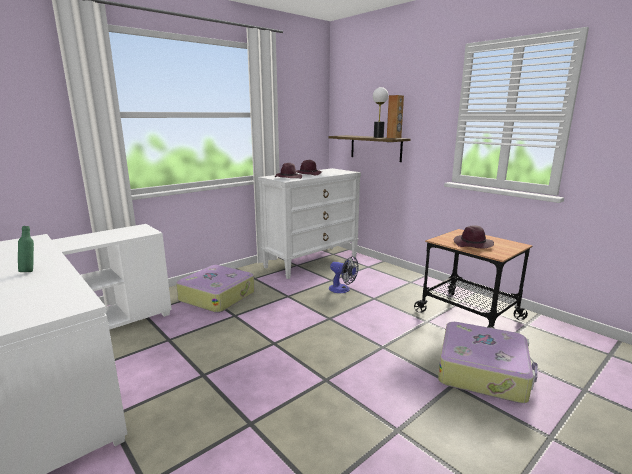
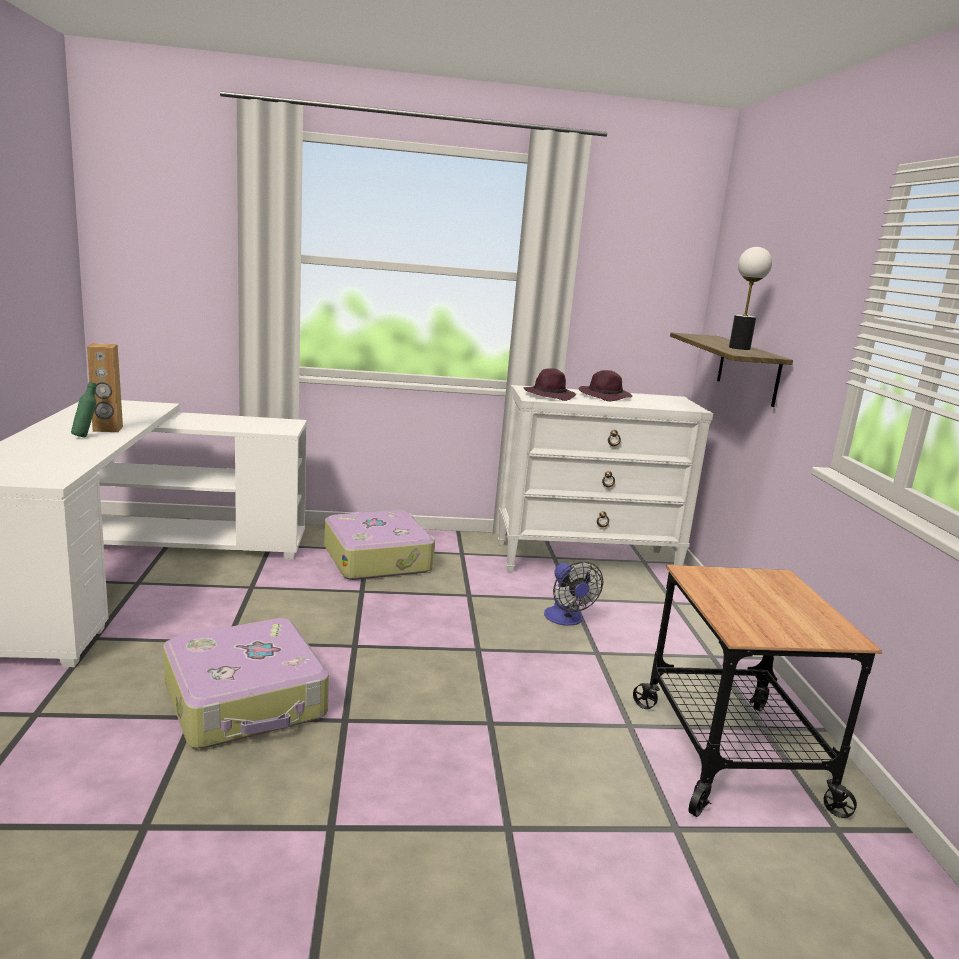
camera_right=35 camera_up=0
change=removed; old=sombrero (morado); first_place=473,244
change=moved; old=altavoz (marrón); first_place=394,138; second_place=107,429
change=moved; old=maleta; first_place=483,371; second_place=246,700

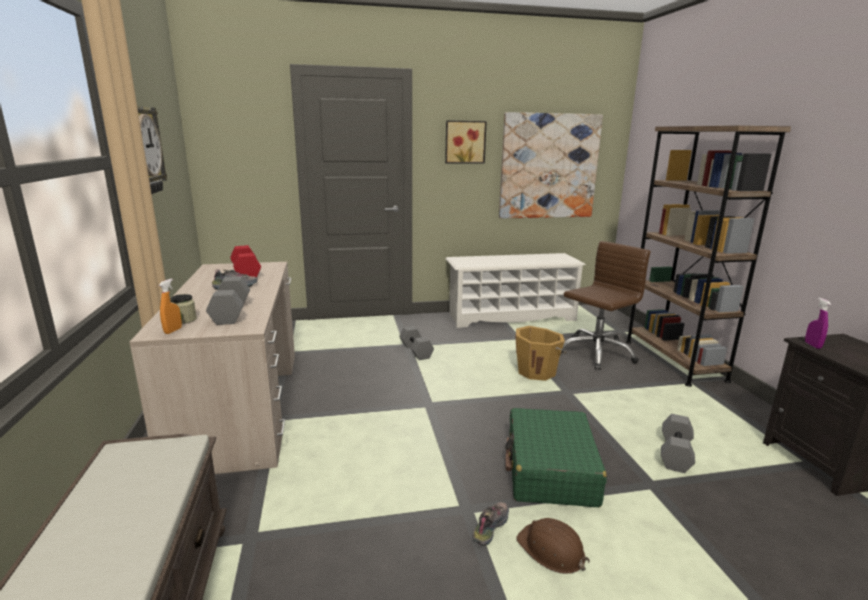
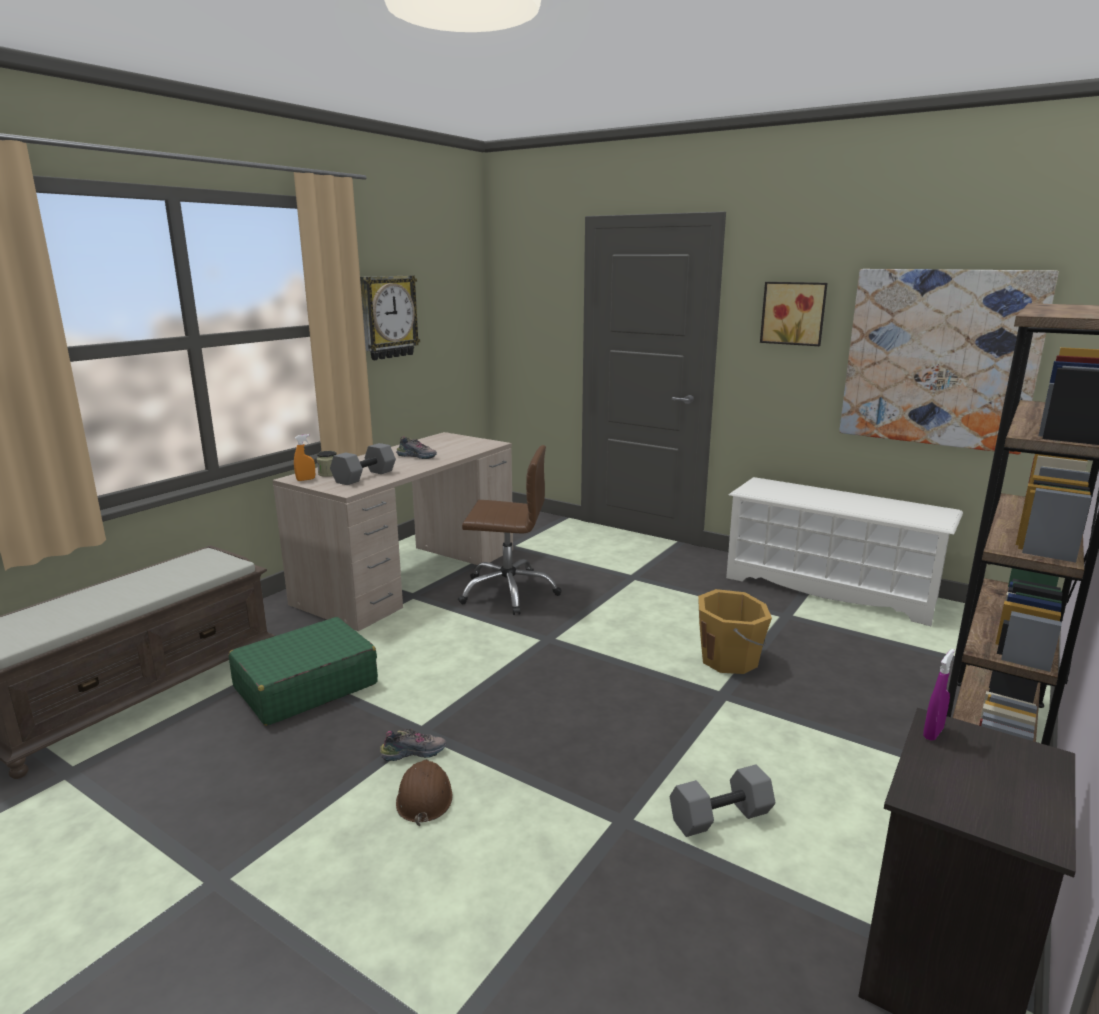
camera_right=45 camera_up=0
change=removed; old=mancuerna (rojo); first_place=245,272
change=removed; old=mancuerna (gris); first_place=417,351
change=moved; old=maleta (verde); first_place=550,470; second_place=305,686
change=moved; old=silla de oficina (marrón); first_place=596,353; second_place=508,592

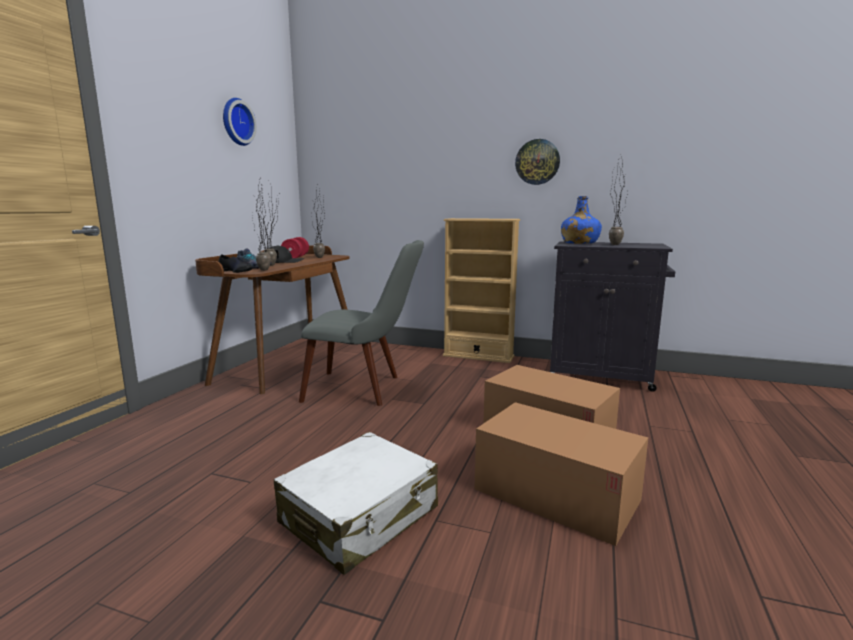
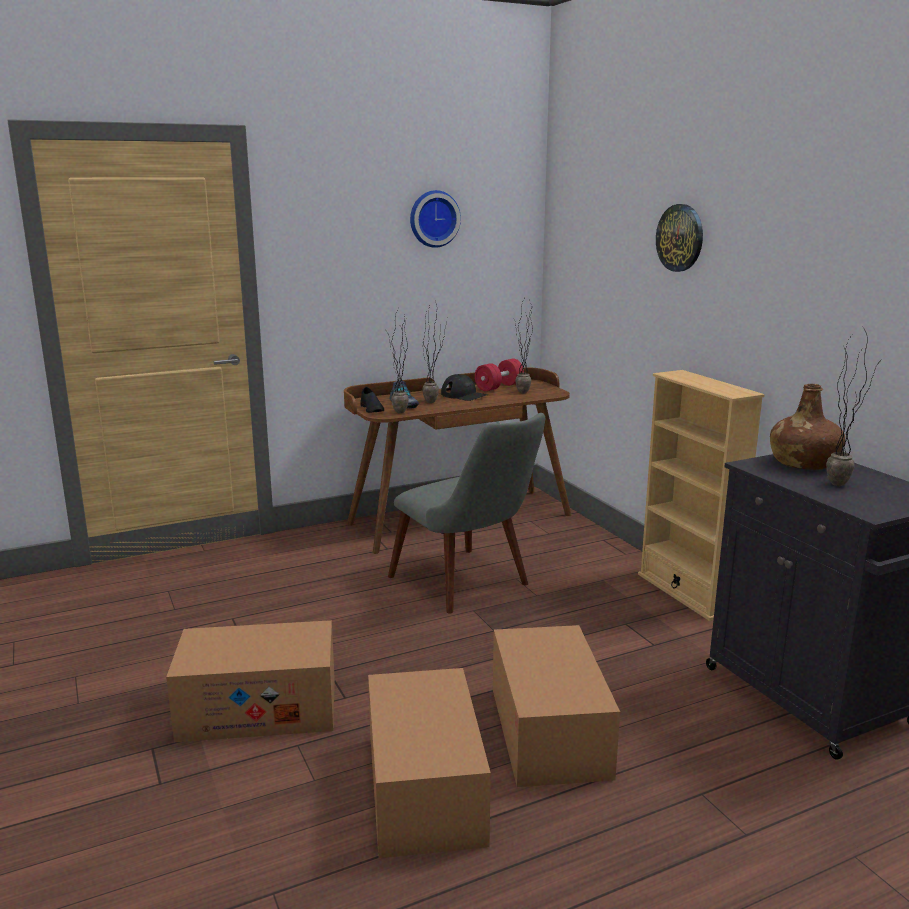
camera_right=45 camera_up=5
change=moved; old=reloj de pared; first_place=537,162; second_place=680,238
change=replaced; old=maleta (blanco); new=caja de cartón; first_place=360,516; second_place=258,709
change=recoloured; old=botella (azul); new=botella (marrón); first_place=579,243; second_place=803,463

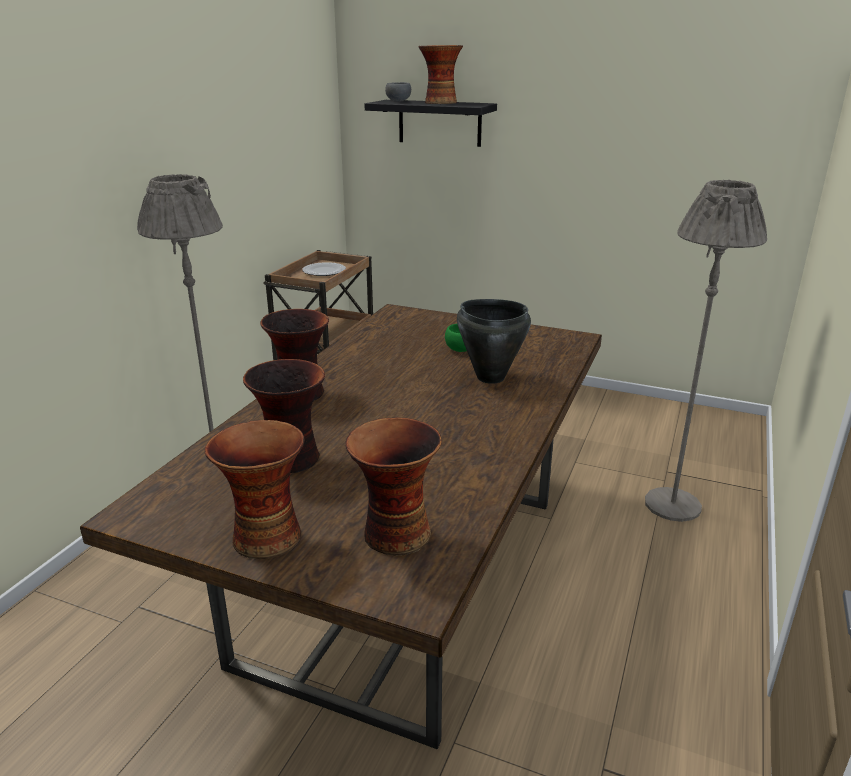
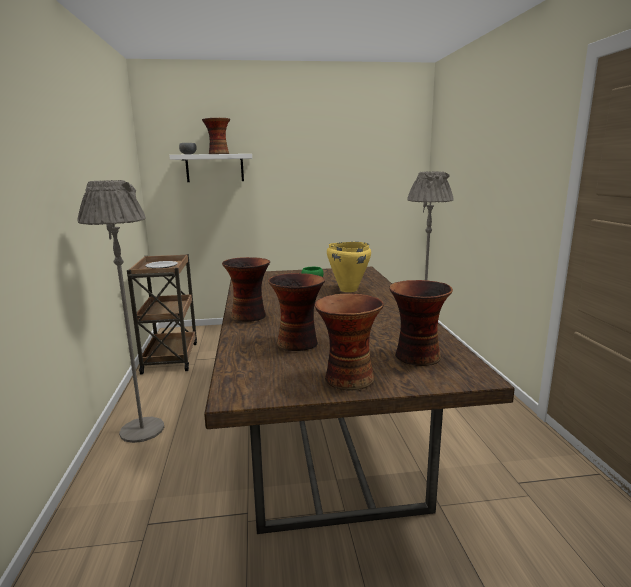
camera_right=-30 camera_up=-10
change=recoloured; old=estante (negro); new=estante (blanco); first_place=439,123; second_place=214,168
change=recoloured; old=olla (negro); new=olla (amarillo); first_place=490,377; second_place=348,290

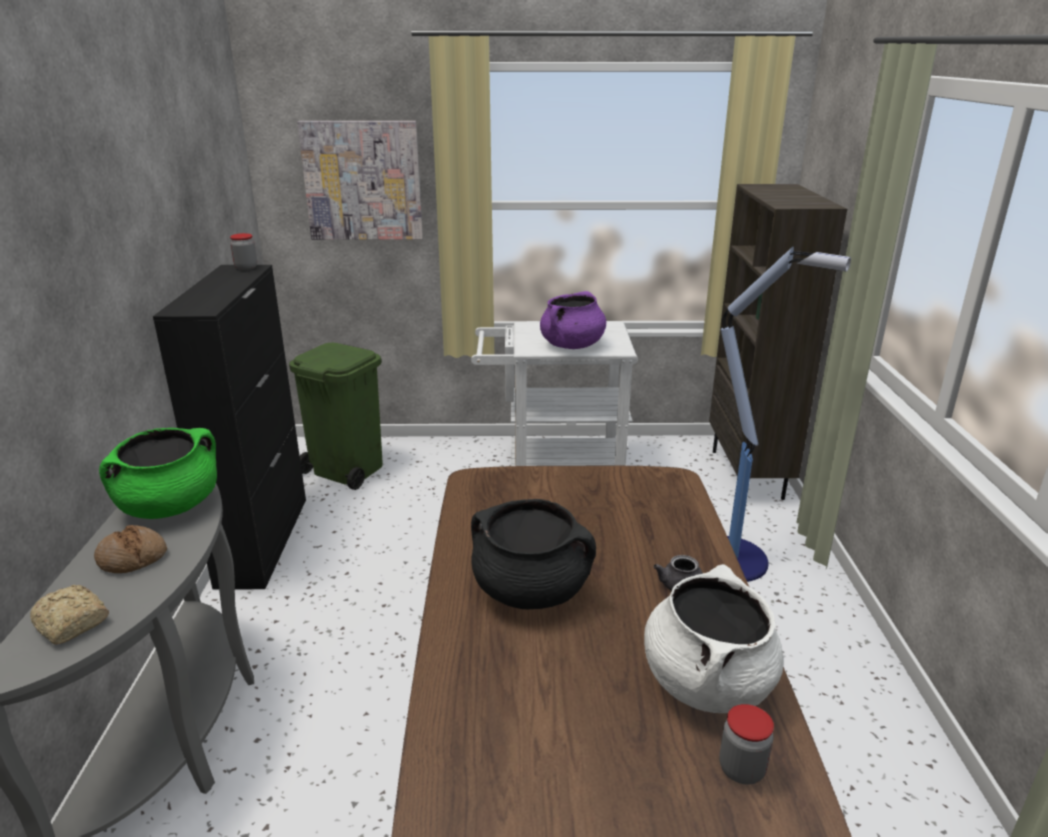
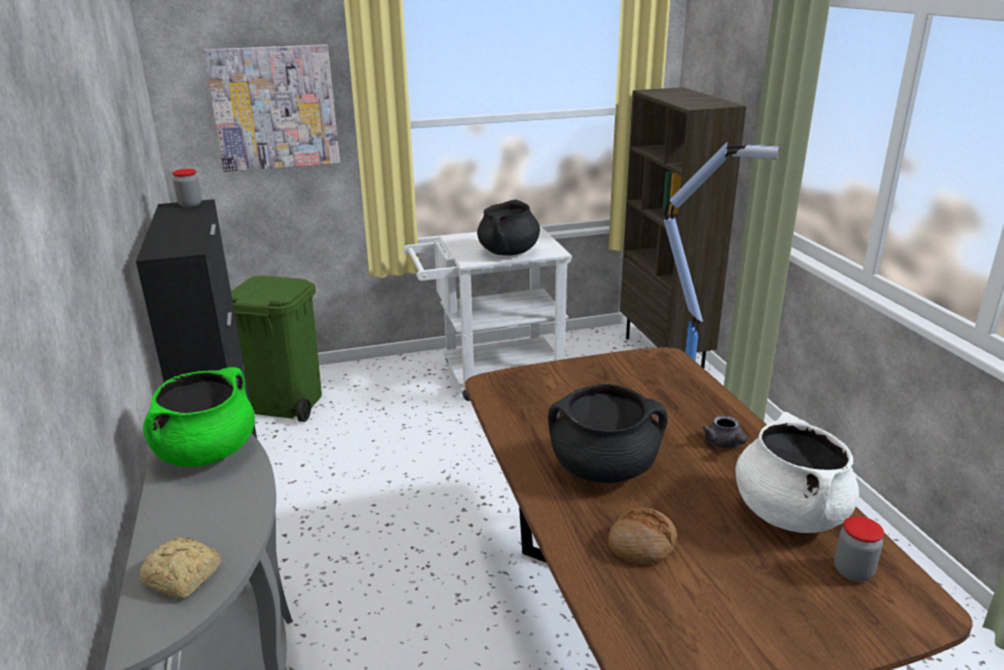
camera_right=-15 camera_up=0
change=moved; old=pan; first_place=132,558; second_place=642,544
change=recoloured; old=olla (morado); new=olla (negro); first_place=572,345; second_place=508,252

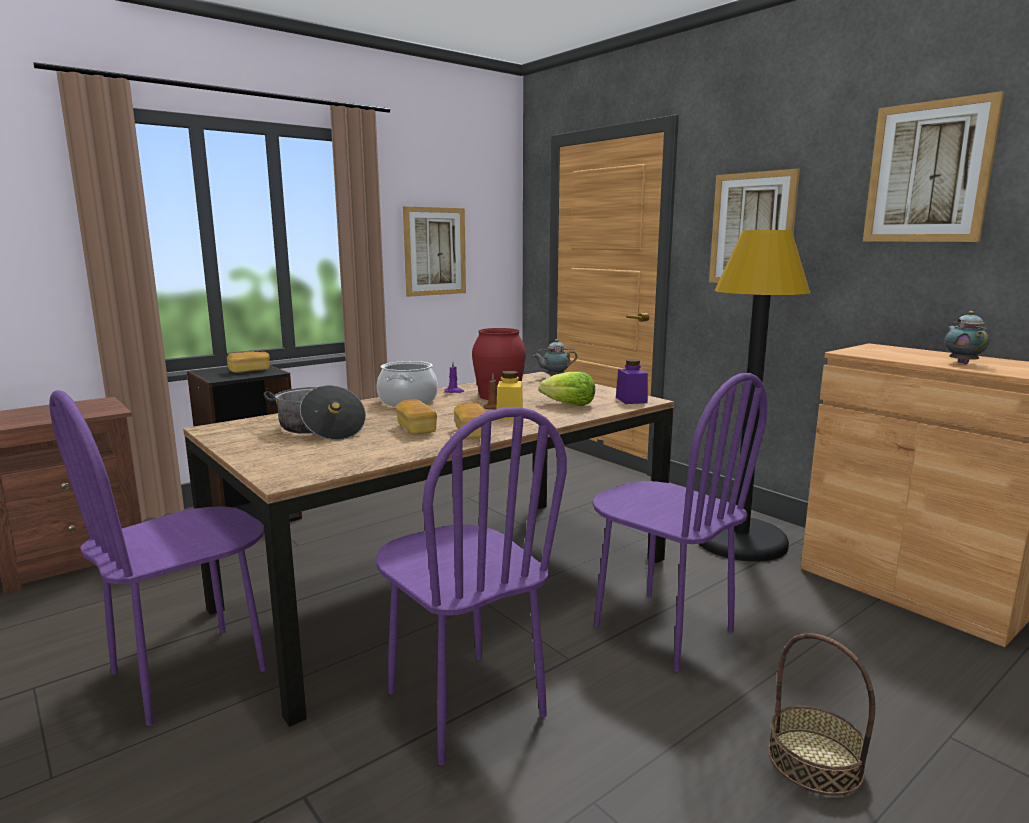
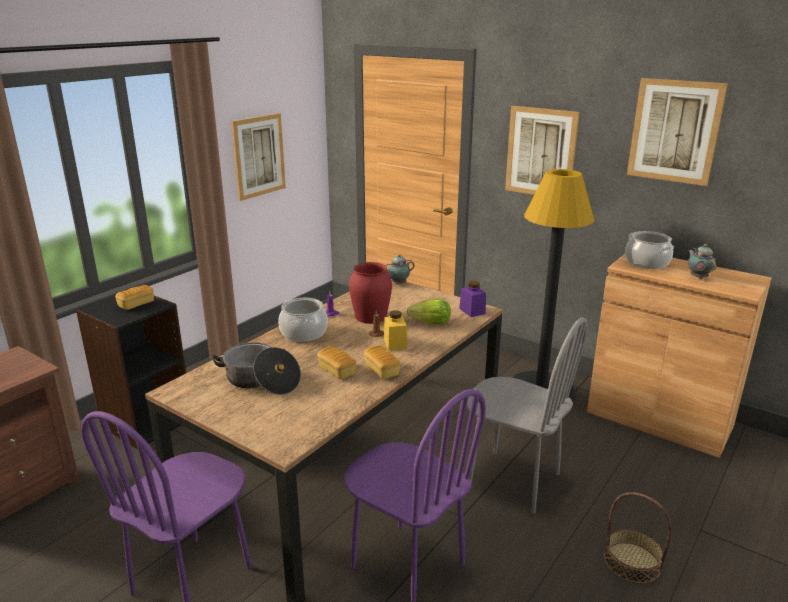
camera_right=-15 camera_up=10
change=added; new=olla; second_place=647,263
change=recoloured; old=silla (morado); new=silla (gris); first_place=662,629; second_place=513,480

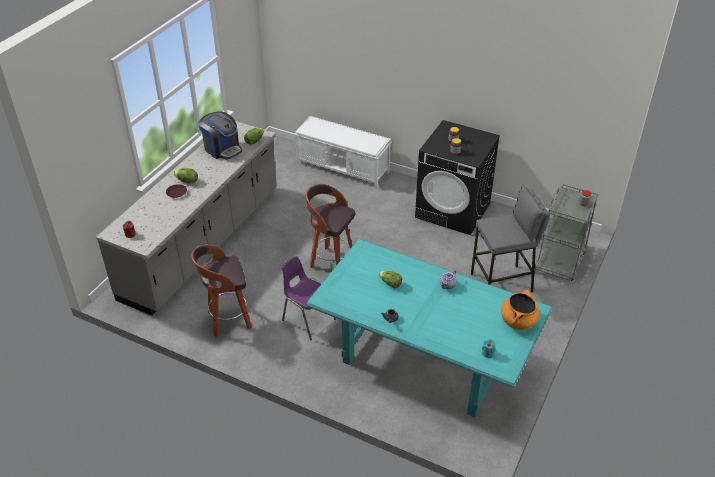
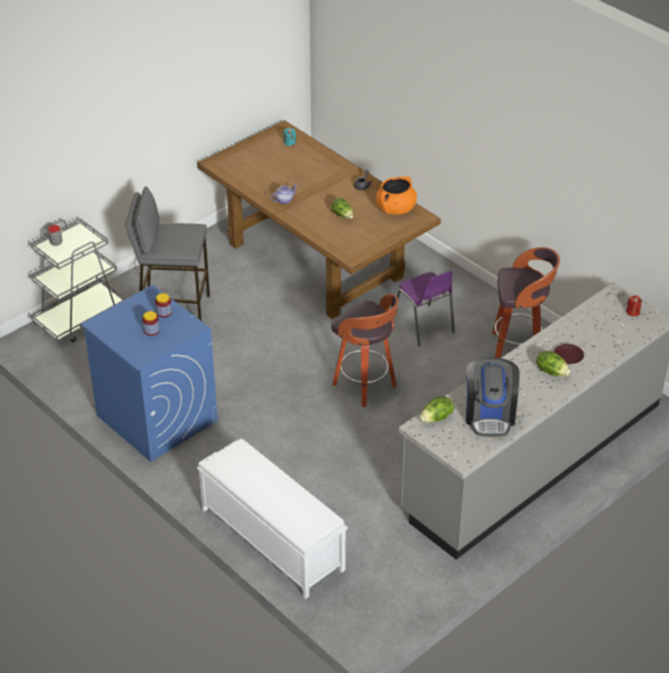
camera_right=-160 camera_up=0
change=moved; old=olla (naranja); first_place=518,321; second_place=395,209
change=recoloured; old=mesa de comedor (turquesa); new=mesa de comedor (marrón); first_place=425,359; second_place=315,260
change=recoloured; old=lavadora (negro); new=lavadora (azul); first_place=453,210; second_place=156,417
change=turned; old=cafetera; first_place=222,149; second_place=490,415; degrees=-150

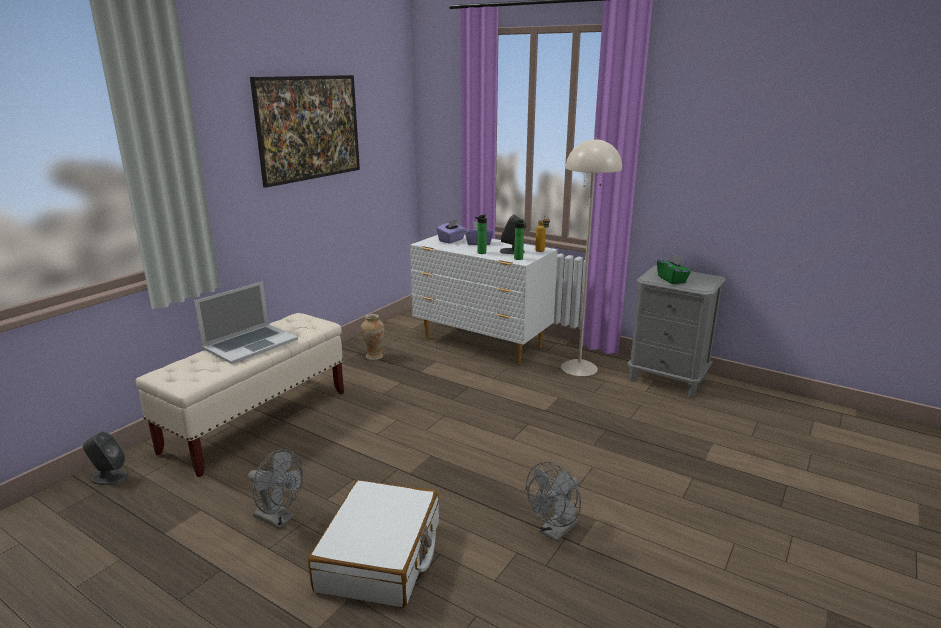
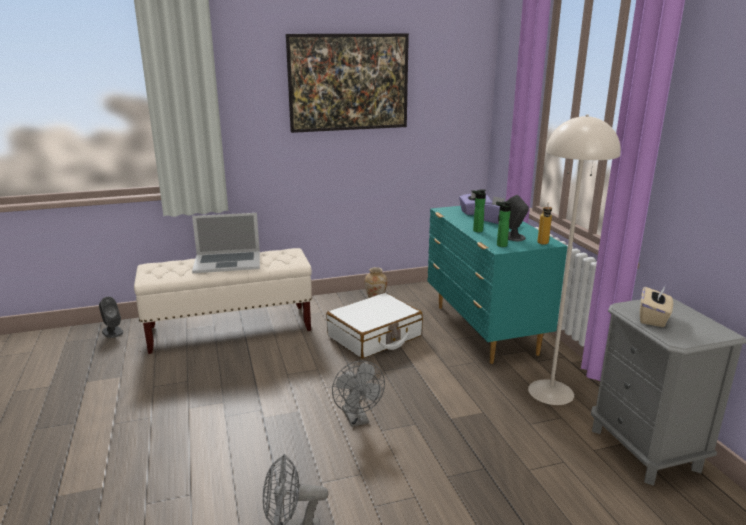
camera_right=40 camera_up=0
change=moved; old=ventilador (gris); first_place=279,519; second_place=357,419
change=moved; old=maleta (blanco); first_place=381,556; second_place=374,336
change=recoloured; old=cómoda (blanco); new=cómoda (turquesa); first_place=482,344; second_place=484,330
change=recoloured; old=caja de pañuelos (verde); new=caja de pañuelos (beis); first_place=672,280; second_place=653,318

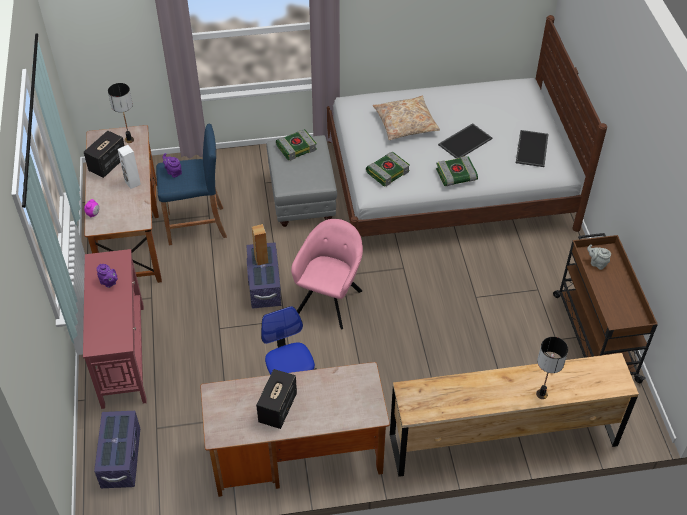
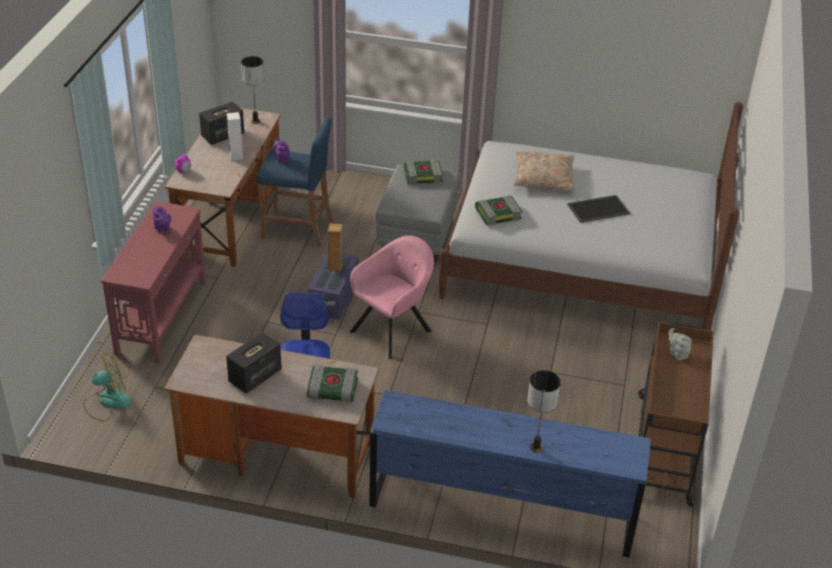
camera_right=20 camera_up=-10
change=removed; old=bandeja; first_place=532,149
change=moved; old=libro; first_place=456,176; second_place=331,390
change=replaced; old=caja de almacenaje (morado); new=ventilador; first_place=121,458; second_place=107,401
change=recoloured; old=cómoda (marrón); new=cómoda (azul); first_place=503,440; second_place=502,510

